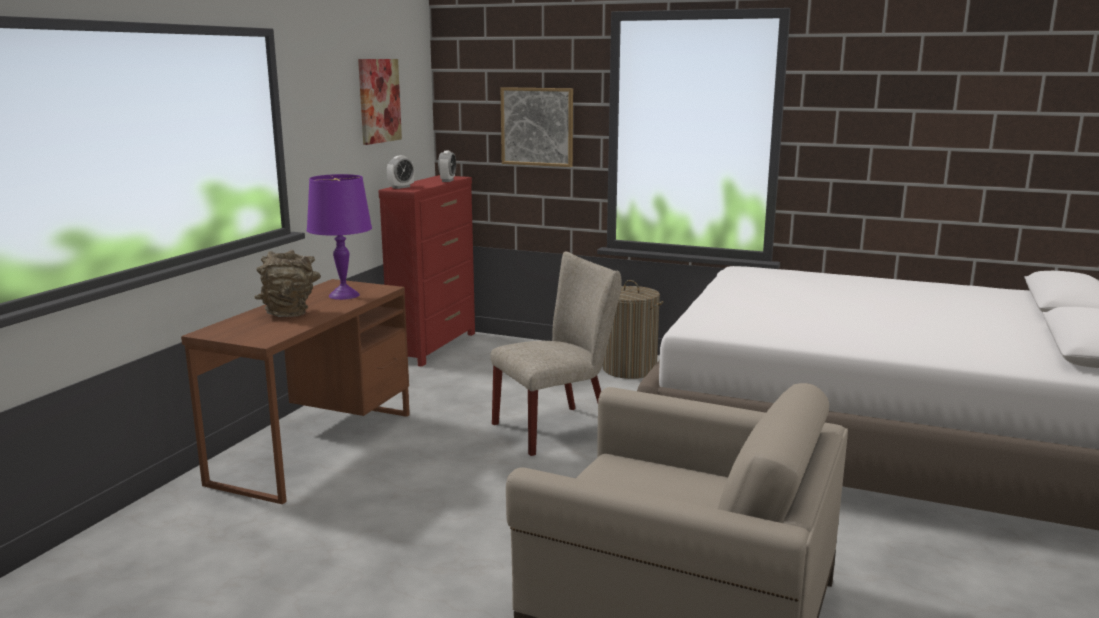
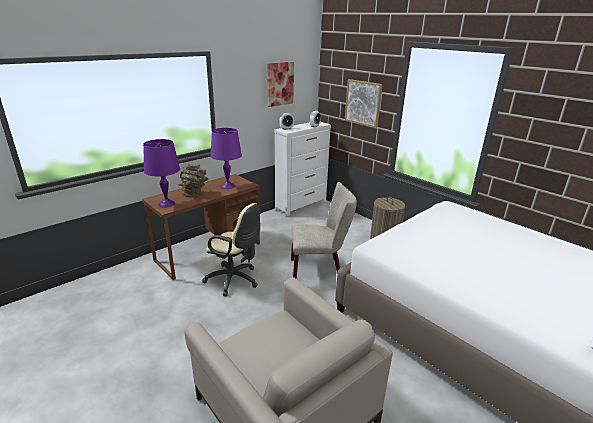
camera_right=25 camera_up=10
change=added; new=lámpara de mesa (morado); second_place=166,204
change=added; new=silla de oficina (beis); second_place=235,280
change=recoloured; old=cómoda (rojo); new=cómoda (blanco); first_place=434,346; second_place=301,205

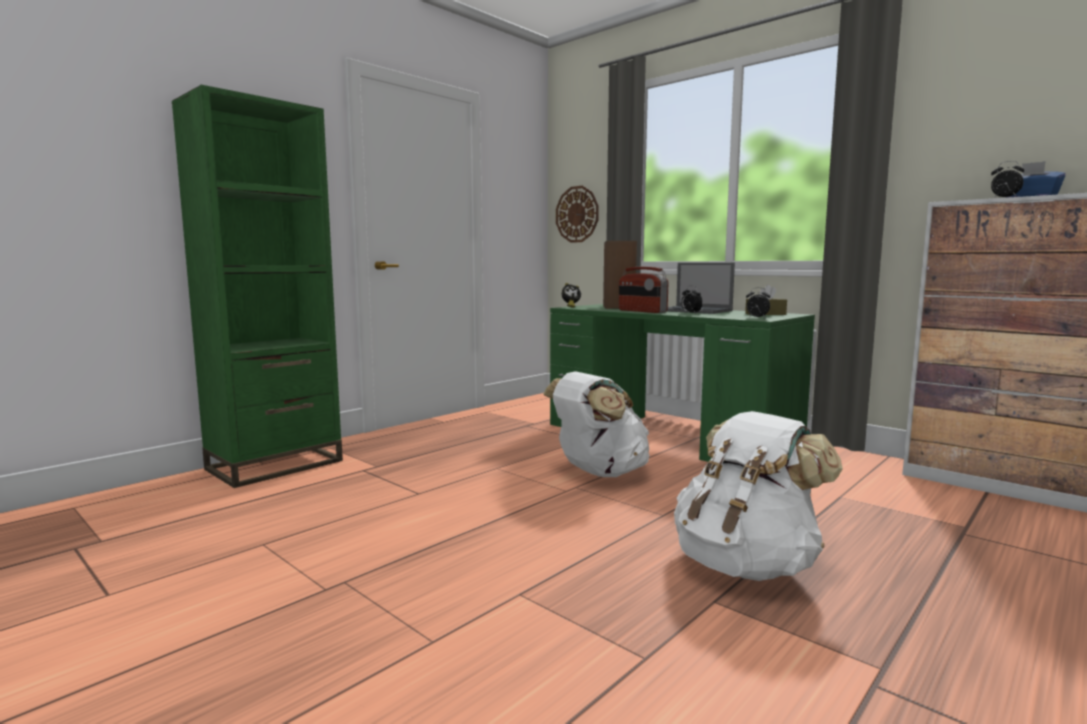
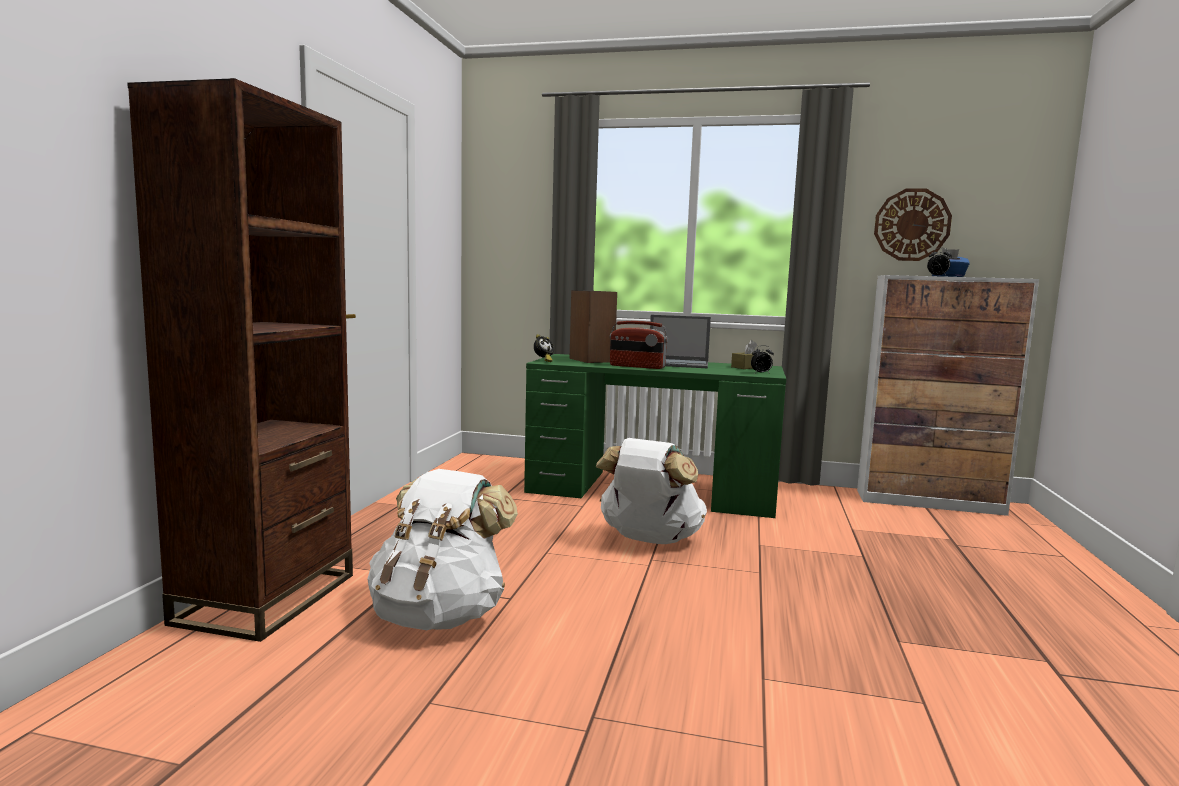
camera_right=-30 camera_up=0
change=removed; old=despertador; first_place=690,313
change=moved; old=reloj de pared; first_place=577,214; second_place=912,225
change=moved; old=mochila (blanco); first_place=746,564; second_place=440,615
change=recoloured; old=estantería (verde); new=estantería (marrón); first_place=275,465; second_place=267,598

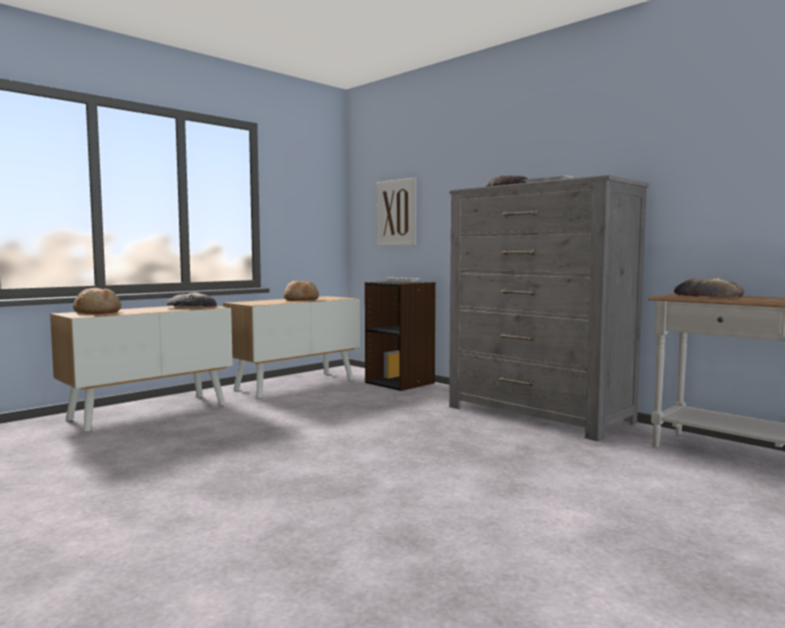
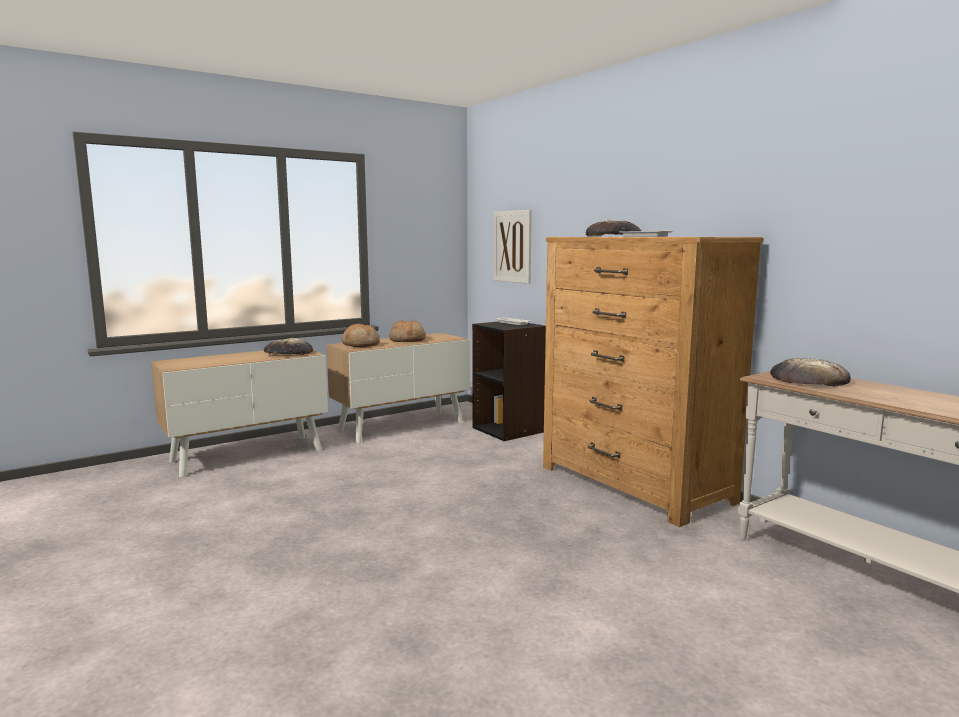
camera_right=10 camera_up=5
change=moved; old=pan; first_place=97,312; second_place=360,345
change=recoloured; old=cómoda (gris); new=cómoda (marrón); first_place=538,414; second_place=634,484

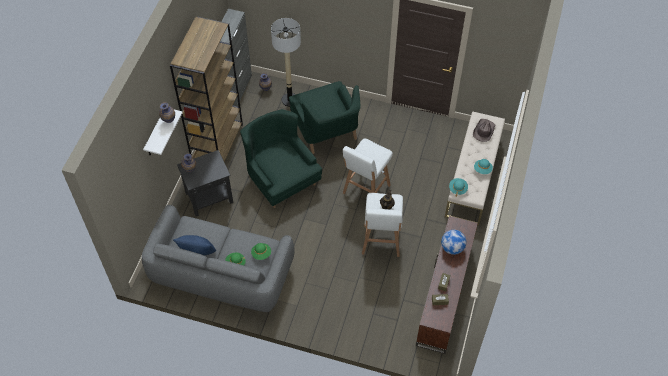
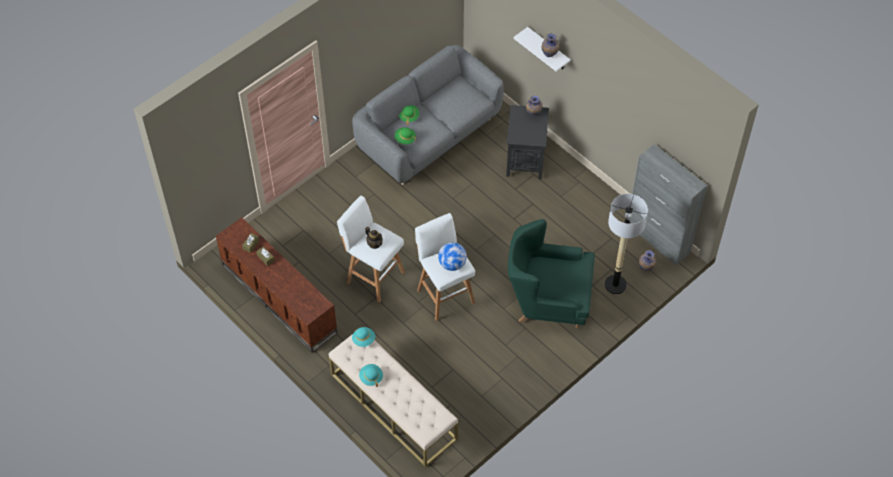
camera_right=120 camera_up=0
change=removed; old=estantería (marrón); first_place=217,144
change=removed; old=cojín (azul); first_place=197,252
change=removed; old=sillón (verde); first_place=281,178
change=removed; old=sombrero (marrón); first_place=484,131
change=moved; old=globo terráqueo; first_place=452,248; second_place=452,264

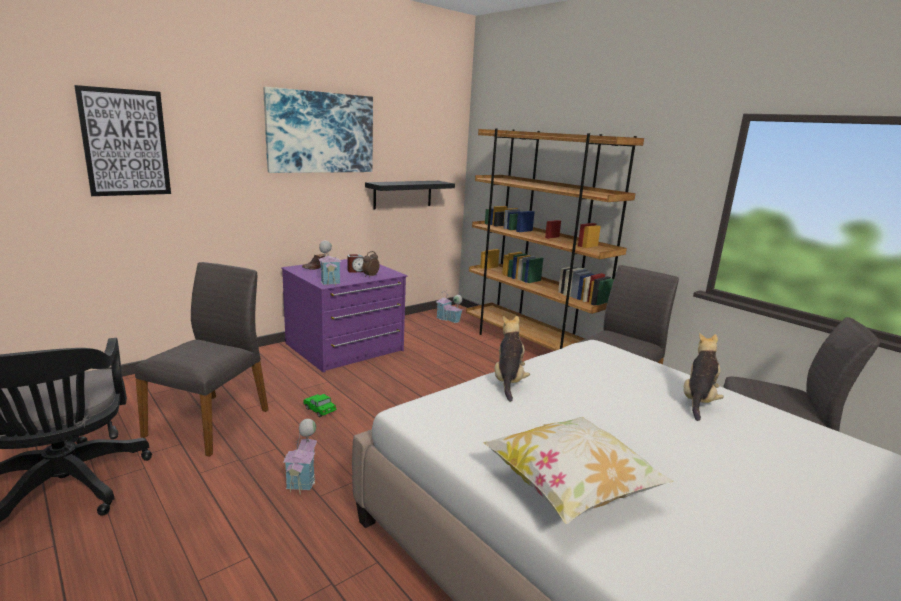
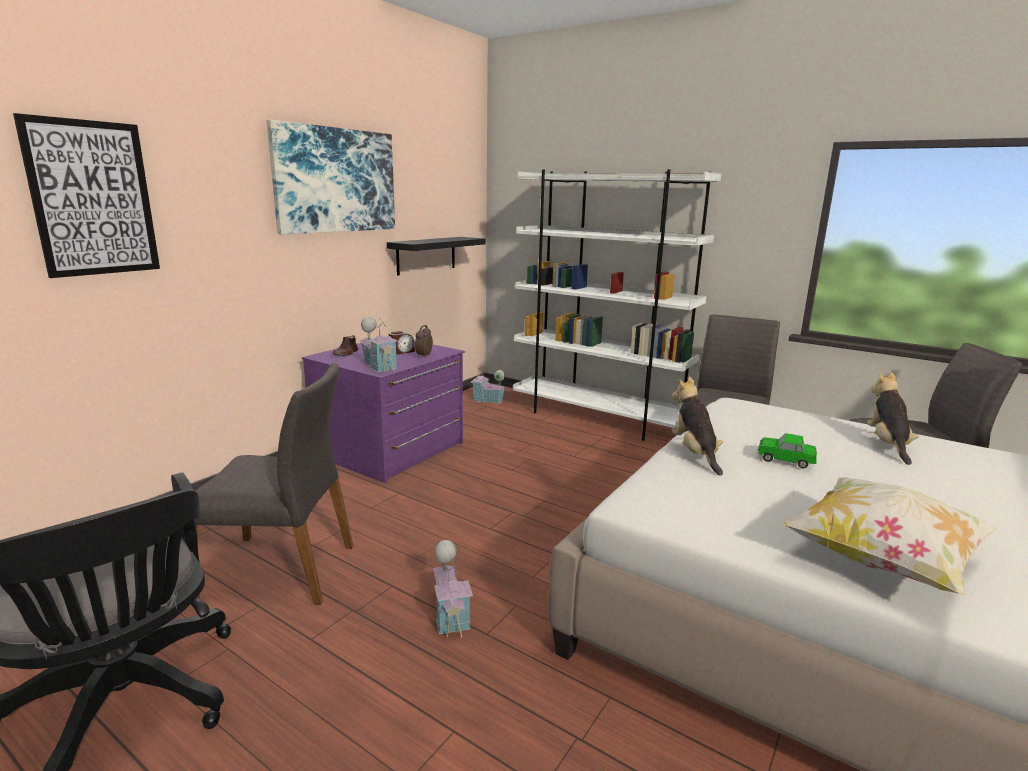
camera_right=-15 camera_up=0
change=moved; old=coche de juguete; first_place=319,410; second_place=785,460
change=recoloured; old=estantería (marrón); new=estantería (blanco); first_place=531,346; second_place=597,418
change=turned; old=silla (gris); first_place=211,422; second_place=281,570; degrees=90

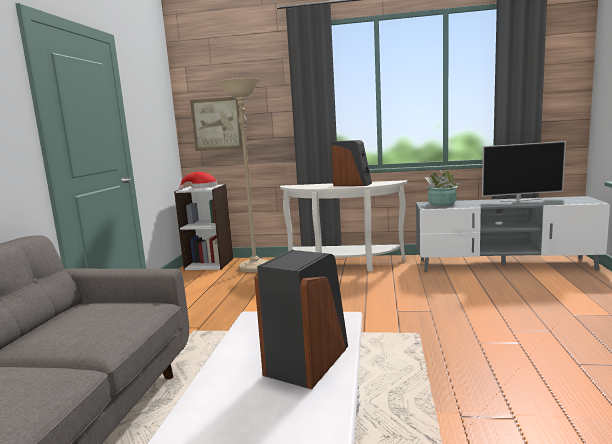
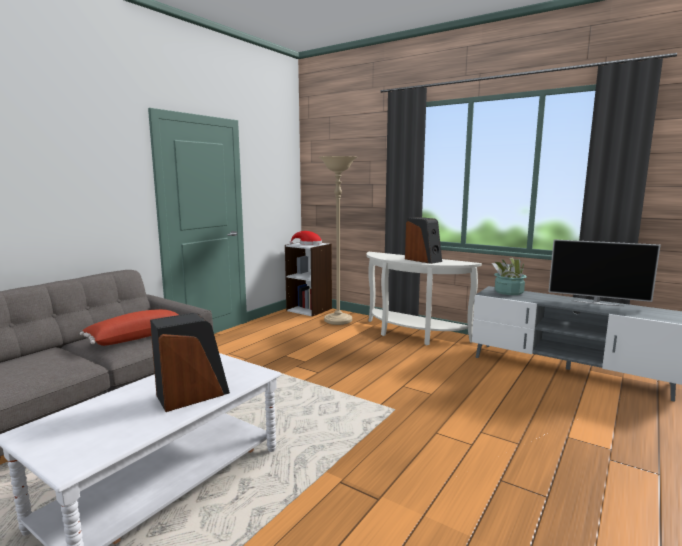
camera_right=25 camera_up=0
change=removed; old=cuadro; first_place=217,124
change=added; new=cojín (rojo); second_place=136,337

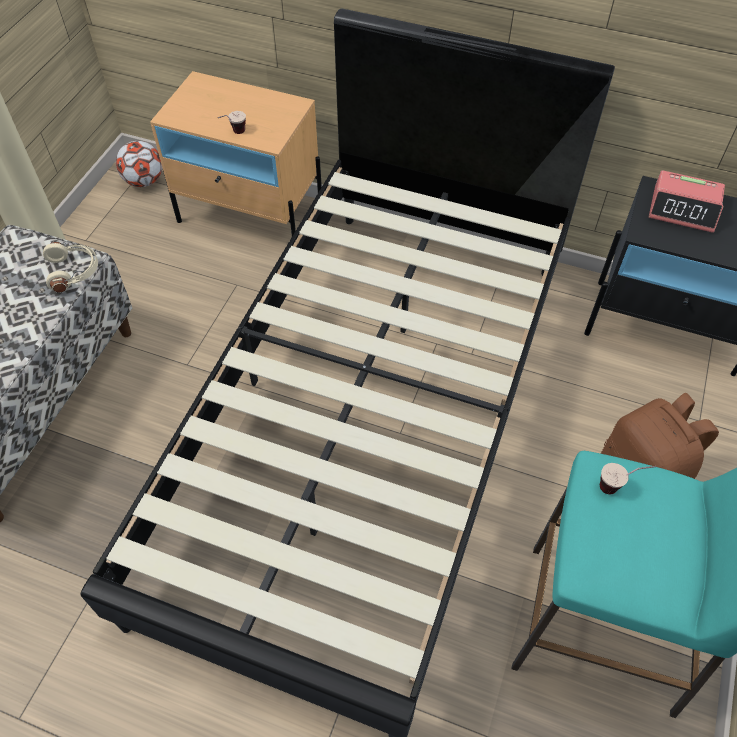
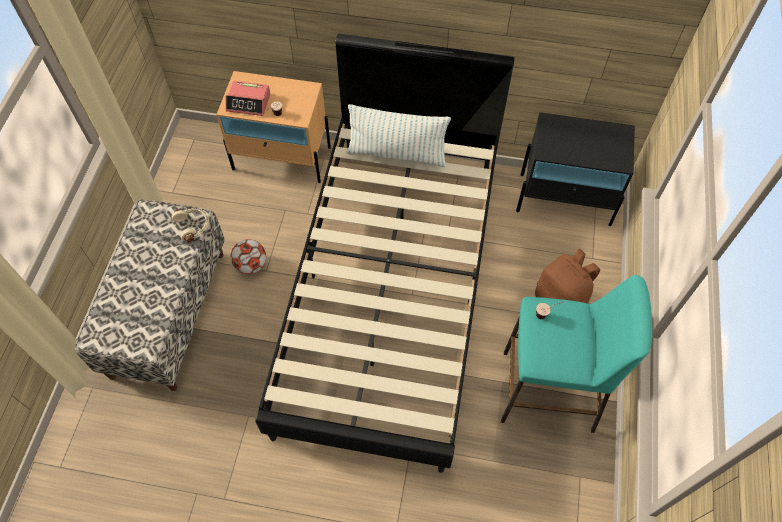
camera_right=-10 camera_up=5
change=added; new=cojín; second_place=397,154
change=moved; old=balón de fútbol; first_place=144,181; second_place=251,265
change=moved; old=despertador; first_place=683,209; second_place=249,102

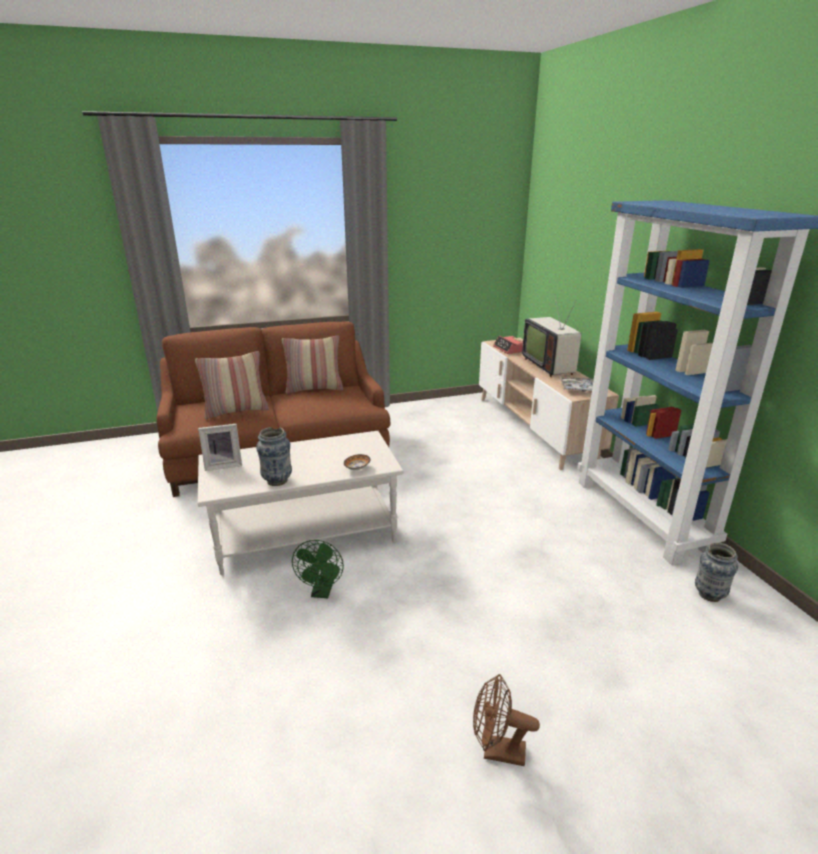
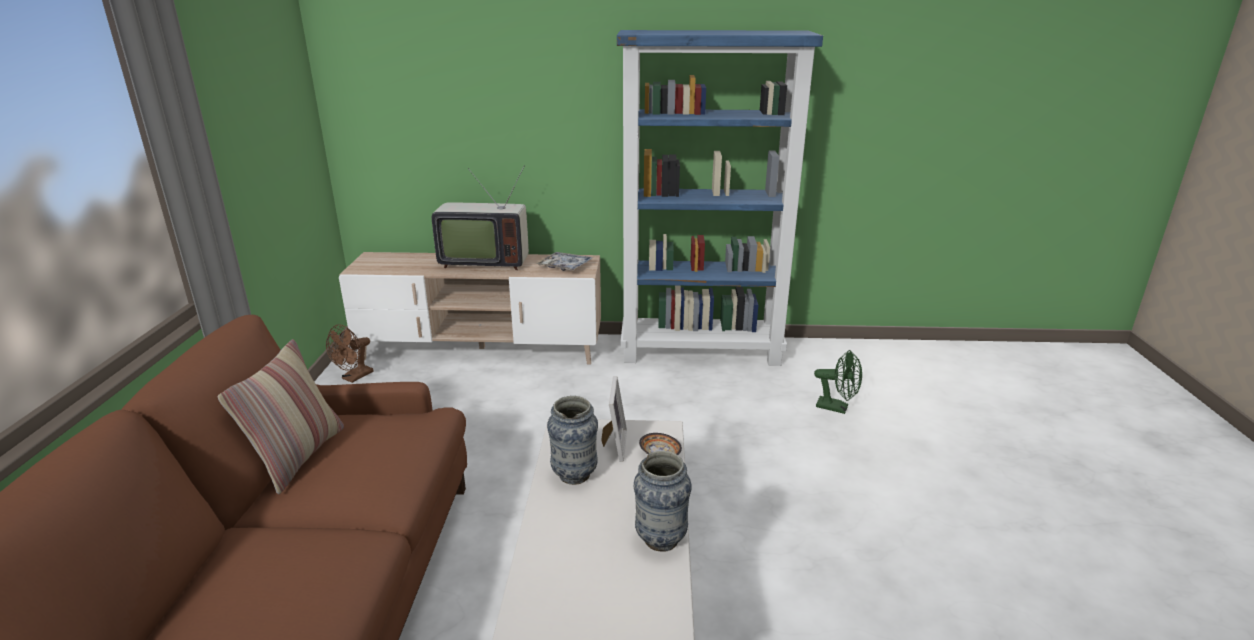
camera_right=-70 camera_up=0
change=removed; old=cojín; first_place=236,411
change=removed; old=despertador; first_place=509,349
change=moved; old=portarretratos; first_place=223,465; second_place=613,445
change=moved; old=ventilador (verde); first_place=322,592; second_place=837,408
change=moved; old=ventilador (marrón); first_place=497,751; second_place=354,377
change=moved; old=florero; first_place=709,595; second_place=574,475

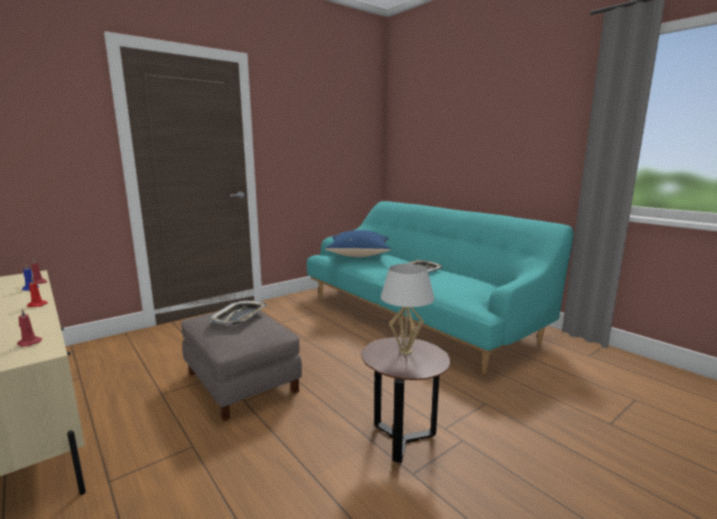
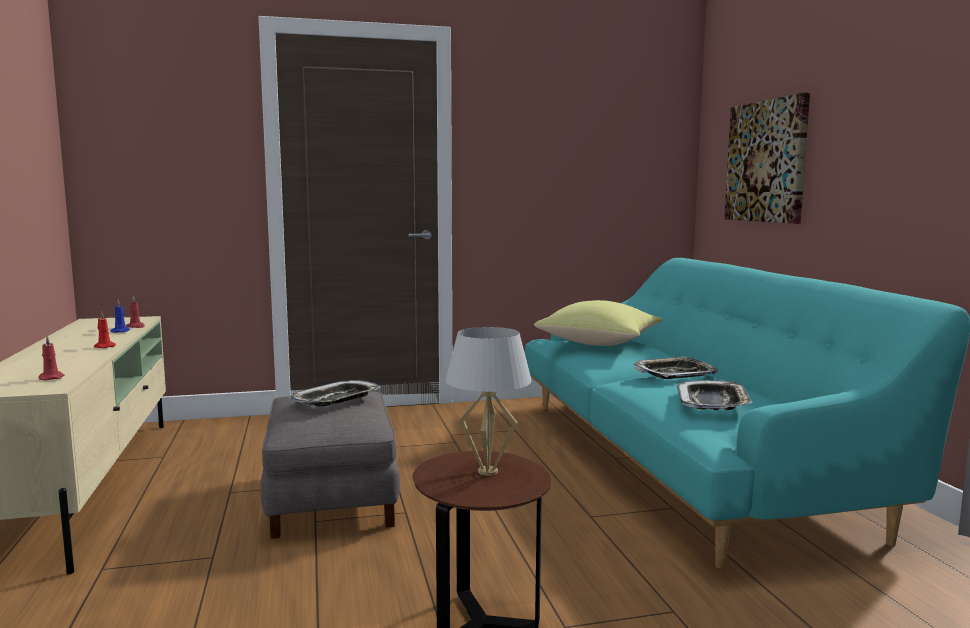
camera_right=25 camera_up=-5
change=added; new=bandeja; second_place=713,402
change=added; new=cuadro; second_place=767,161
change=recoloured; old=cojín (azul); new=cojín (amarillo); first_place=359,255; second_place=600,343

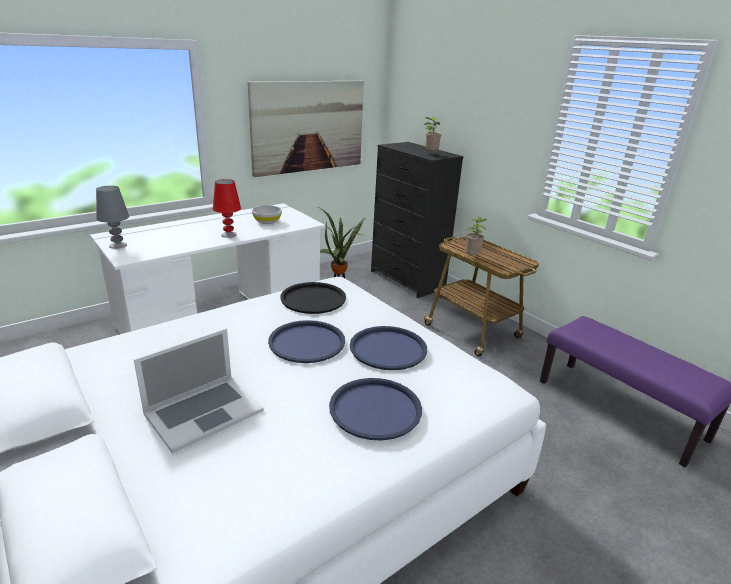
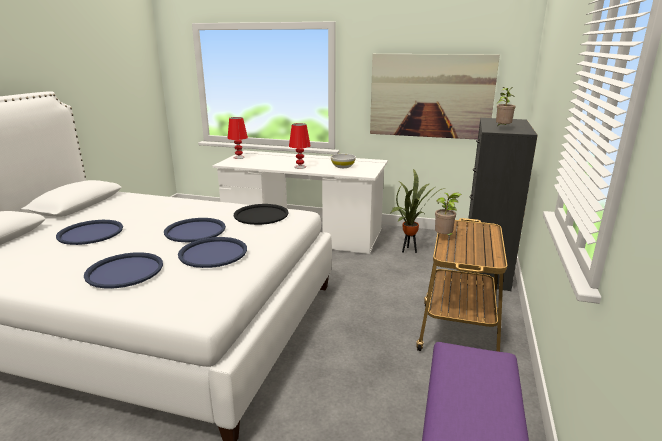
camera_right=55 camera_up=-5
change=replaced; old=portátil; new=bandeja (azul); first_place=203,411; second_place=90,233
change=recoloured; old=lámpara de mesa (gris); new=lámpara de mesa (rojo); first_place=118,245; second_place=239,157

